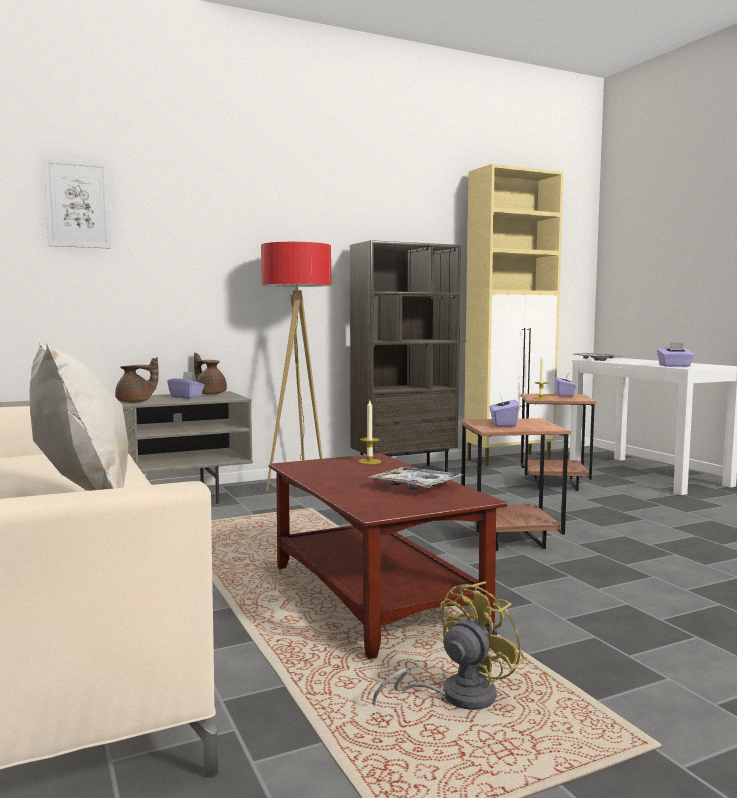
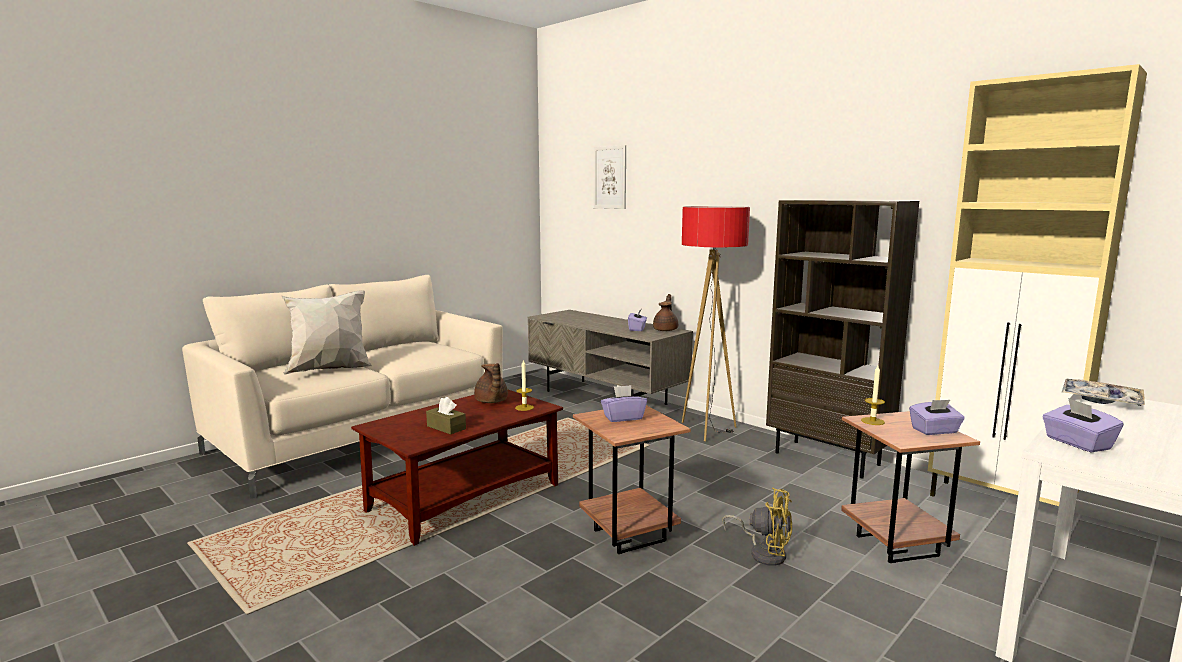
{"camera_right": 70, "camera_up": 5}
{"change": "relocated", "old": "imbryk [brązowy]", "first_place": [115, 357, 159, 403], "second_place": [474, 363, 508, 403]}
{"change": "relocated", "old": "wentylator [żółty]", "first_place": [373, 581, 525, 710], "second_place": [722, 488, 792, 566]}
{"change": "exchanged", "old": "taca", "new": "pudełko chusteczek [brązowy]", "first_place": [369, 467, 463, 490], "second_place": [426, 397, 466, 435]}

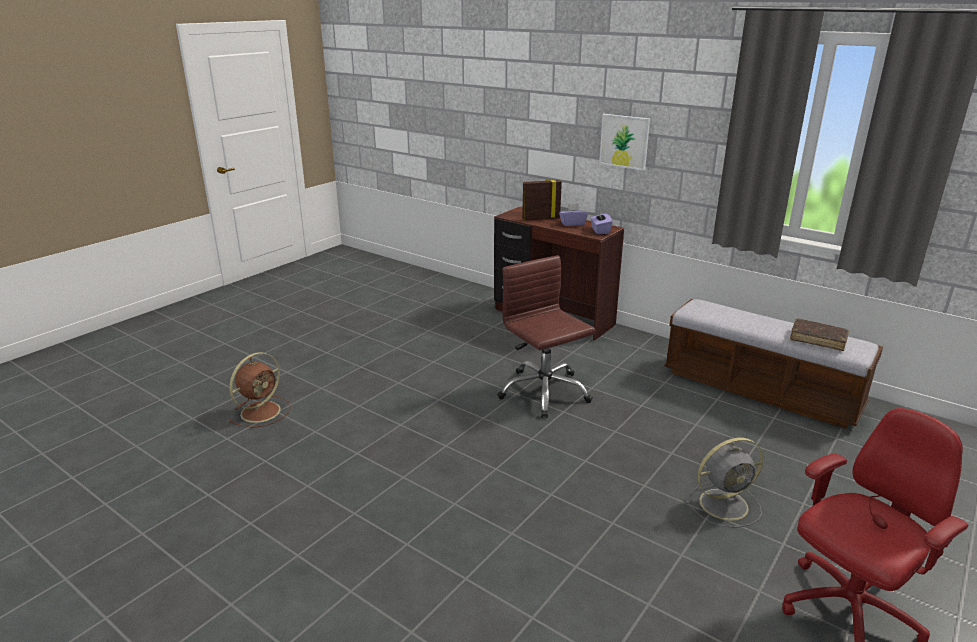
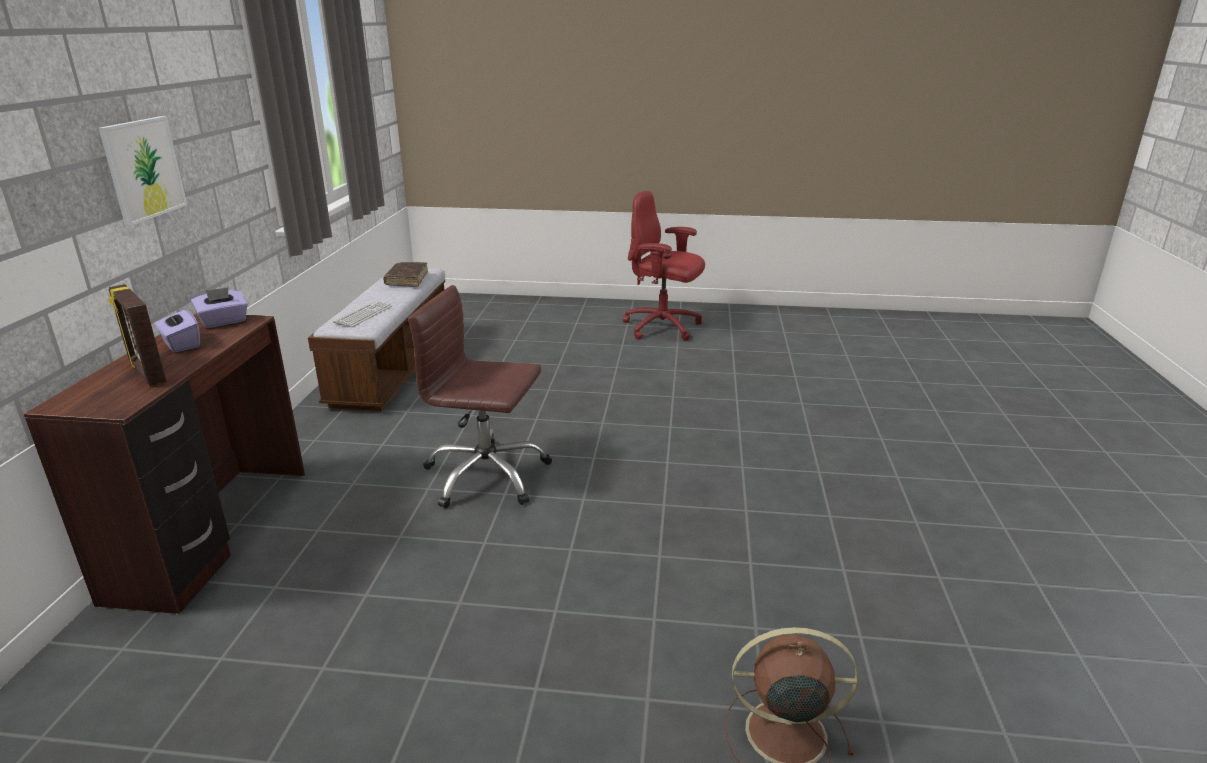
{"camera_right": -120, "camera_up": 0}
{"change": "missing", "old": "wentylator [szary]", "first_place": [685, 438, 763, 528]}
{"change": "appeared", "new": "klawiatura", "second_place": [333, 300, 392, 327]}
{"change": "spun", "old": "krzesło biurowe [brązowy]", "first_place": [497, 255, 596, 418], "second_place": [408, 285, 552, 508], "degrees": 75}

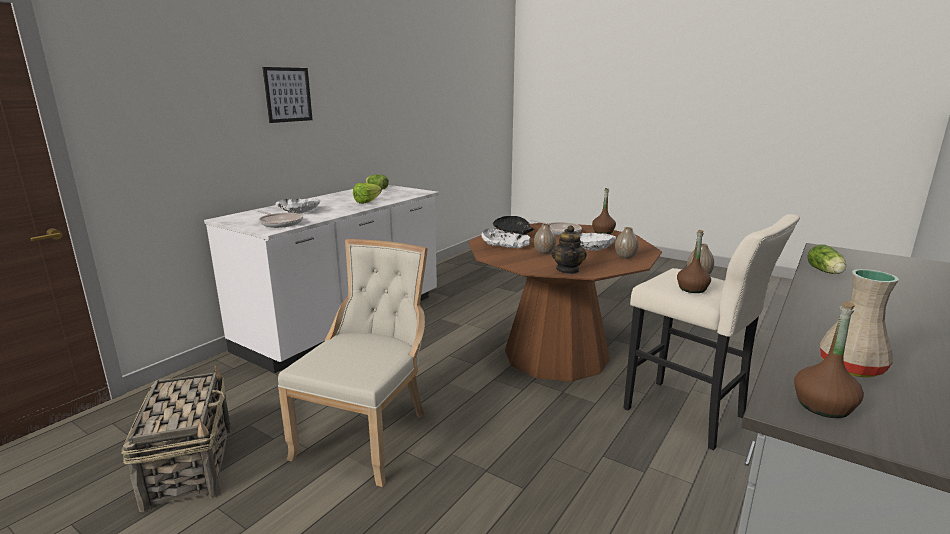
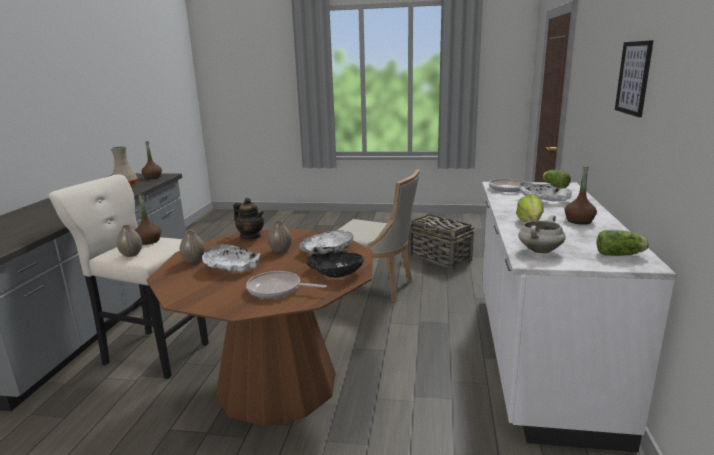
{"camera_right": 155, "camera_up": 0}
{"change": "appeared", "new": "garnek [biały]", "second_place": [518, 215, 566, 253]}
{"change": "relocated", "old": "butelka [brązowy]", "first_place": [592, 188, 616, 234], "second_place": [565, 165, 597, 225]}
{"change": "relocated", "old": "sałata", "first_place": [807, 244, 846, 274], "second_place": [543, 170, 571, 188]}
{"change": "spun", "old": "krzesło [beżowy]", "first_place": [278, 239, 428, 487], "second_place": [336, 169, 420, 302], "degrees": -60}
{"change": "spun", "old": "imbryk", "first_place": [551, 225, 587, 274], "second_place": [233, 198, 264, 239], "degrees": 150}

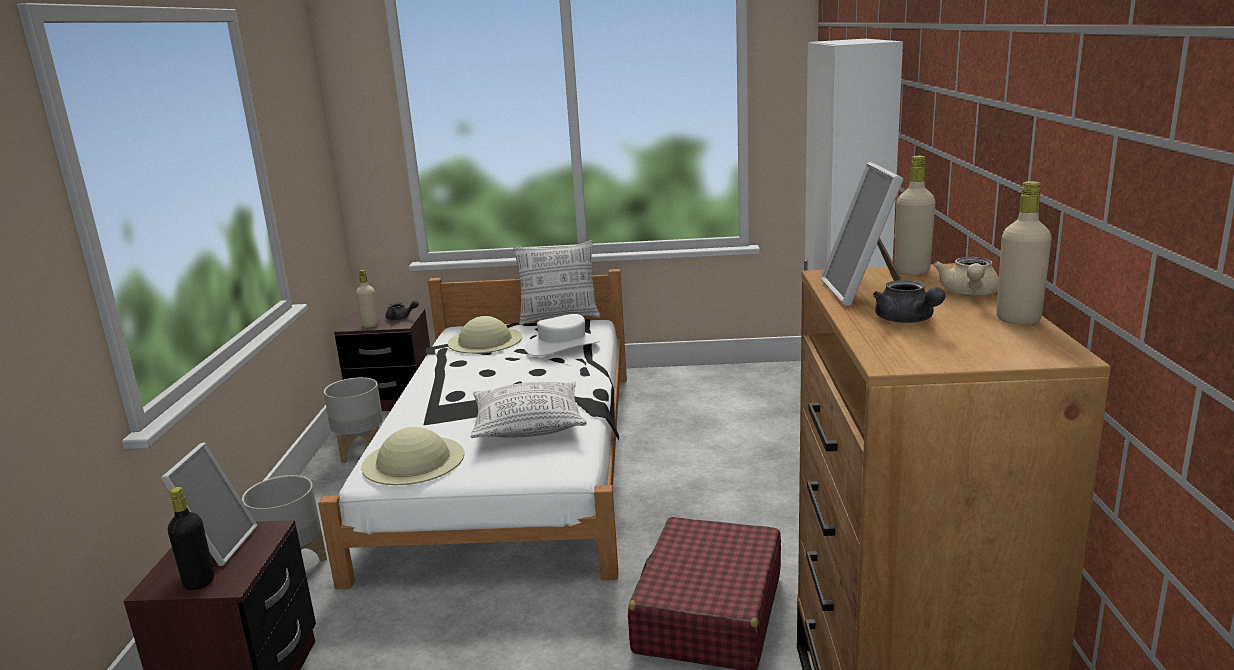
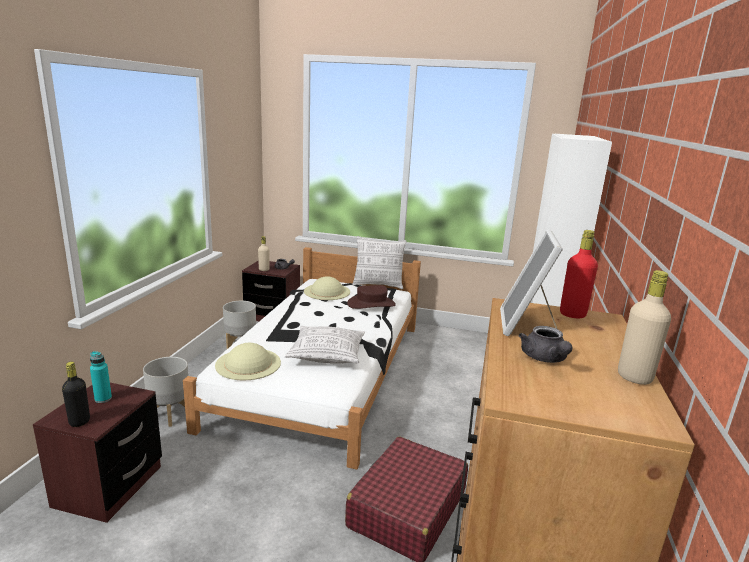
{"camera_right": 10, "camera_up": 0}
{"change": "missing", "old": "imbryk [beżowy]", "first_place": [933, 257, 999, 296]}
{"change": "exchanged", "old": "ramka na zdjęcie", "new": "butelka [turkusowy]", "first_place": [161, 442, 258, 566], "second_place": [90, 351, 112, 403]}
{"change": "colour", "old": "kapelusz [biały]", "new": "kapelusz [brązowy]", "first_place": [525, 314, 600, 356], "second_place": [347, 285, 396, 309]}
{"change": "colour", "old": "butelka [beżowy]", "new": "butelka [czerwony]", "first_place": [895, 156, 935, 275], "second_place": [560, 230, 598, 318]}

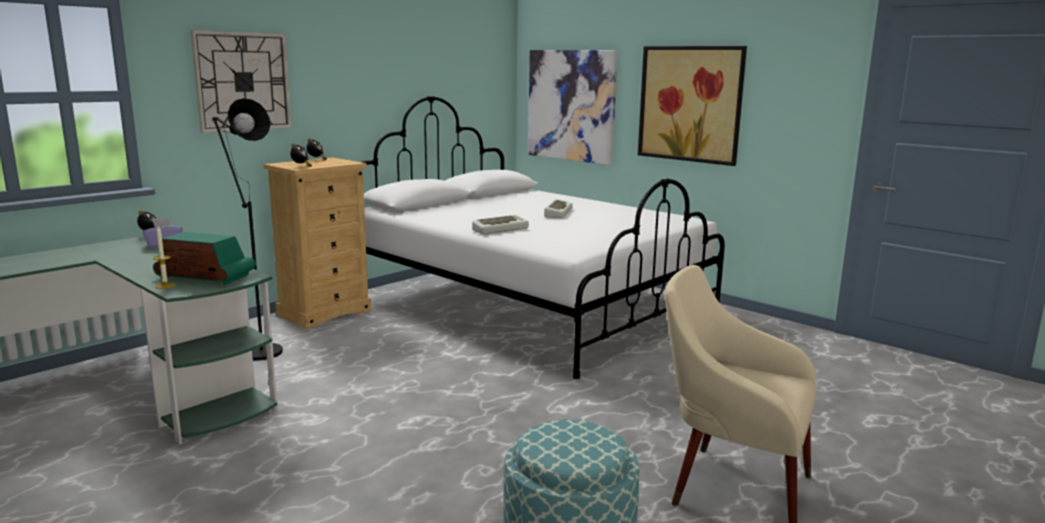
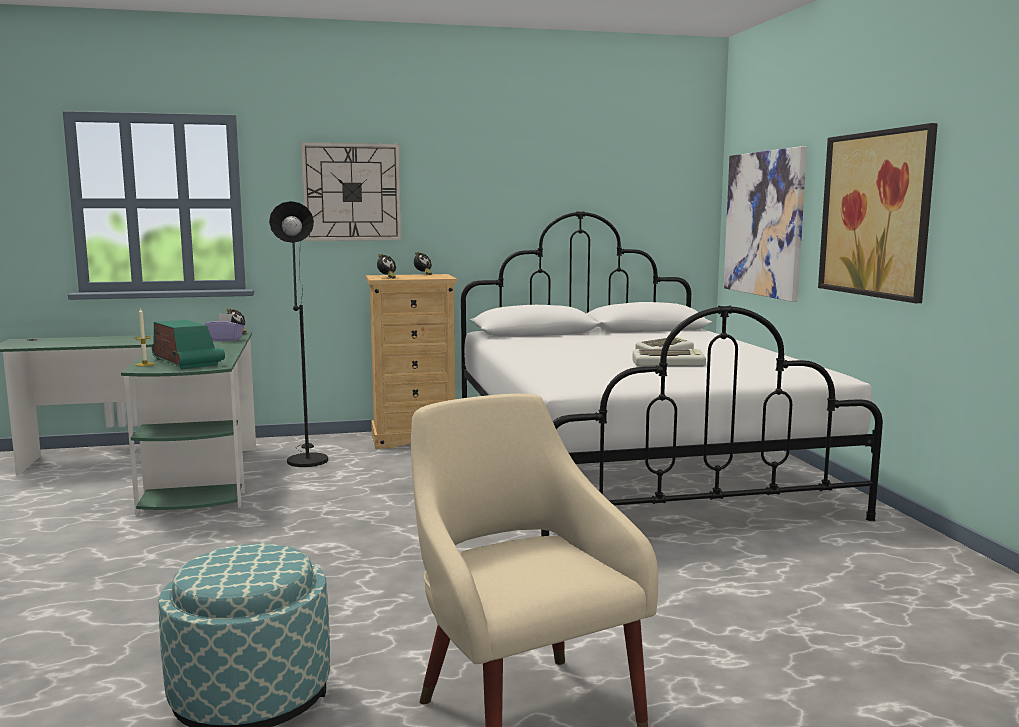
{"camera_right": 35, "camera_up": -5}
{"change": "relocated", "old": "klawiatura", "first_place": [472, 215, 529, 235], "second_place": [632, 349, 706, 367]}

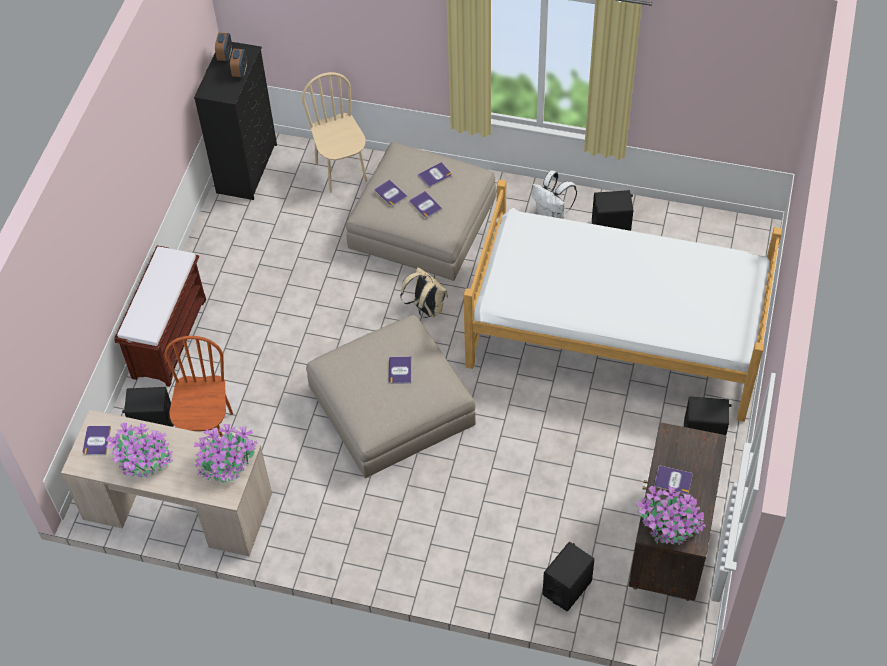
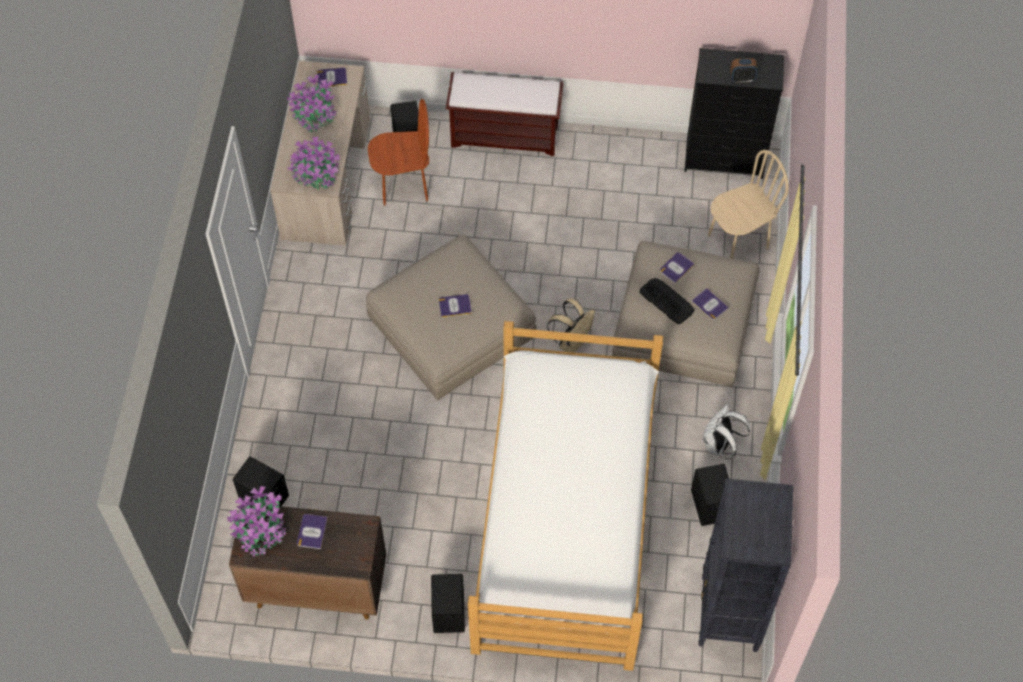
{"camera_right": 80, "camera_up": 5}
{"change": "missing", "old": "budzik", "first_place": [215, 33, 232, 61]}
{"change": "appeared", "new": "regał [czarny]", "second_place": [698, 478, 793, 652]}
{"change": "exchanged", "old": "książka", "new": "klawiatura", "first_place": [410, 191, 442, 218], "second_place": [640, 278, 695, 324]}

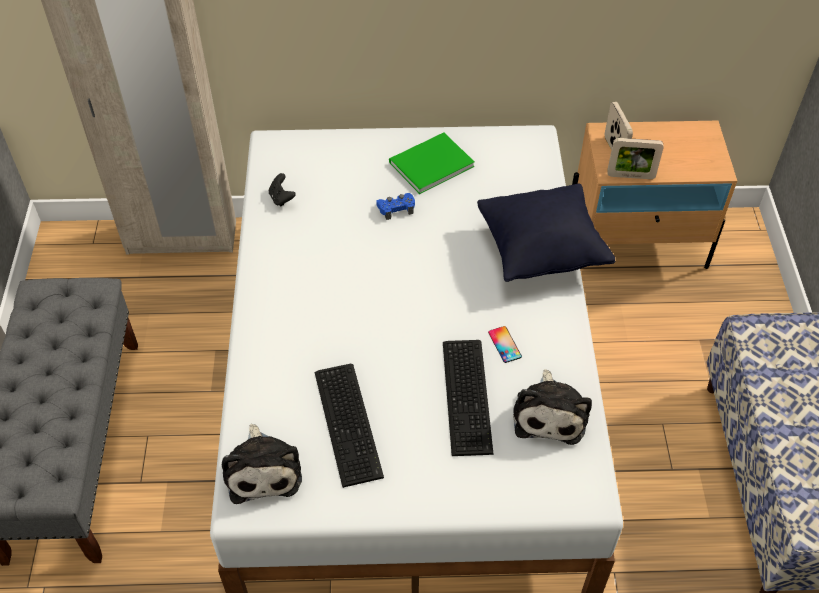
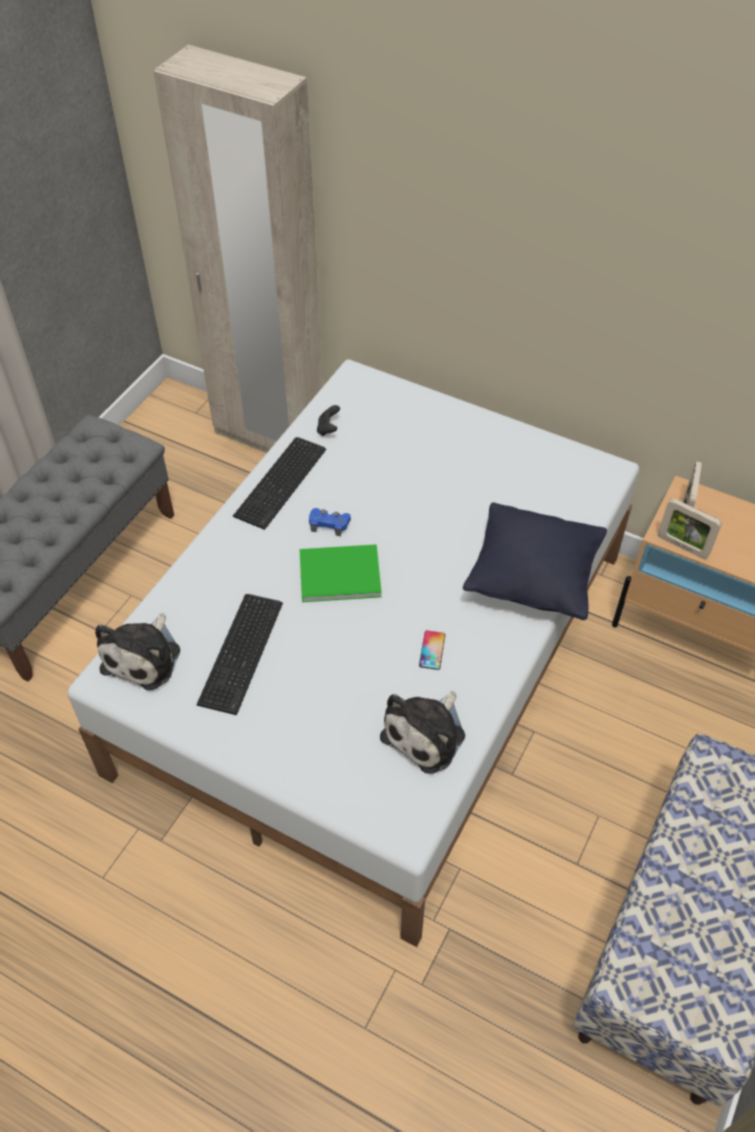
{"camera_right": 30, "camera_up": 0}
{"change": "relocated", "old": "pad do gier [niebieski]", "first_place": [376, 193, 415, 220], "second_place": [309, 508, 351, 536]}
{"change": "relocated", "old": "książka [zielony]", "first_place": [389, 133, 474, 194], "second_place": [300, 544, 382, 602]}
{"change": "relocated", "old": "klawiatura", "first_place": [443, 340, 493, 456], "second_place": [233, 437, 326, 530]}

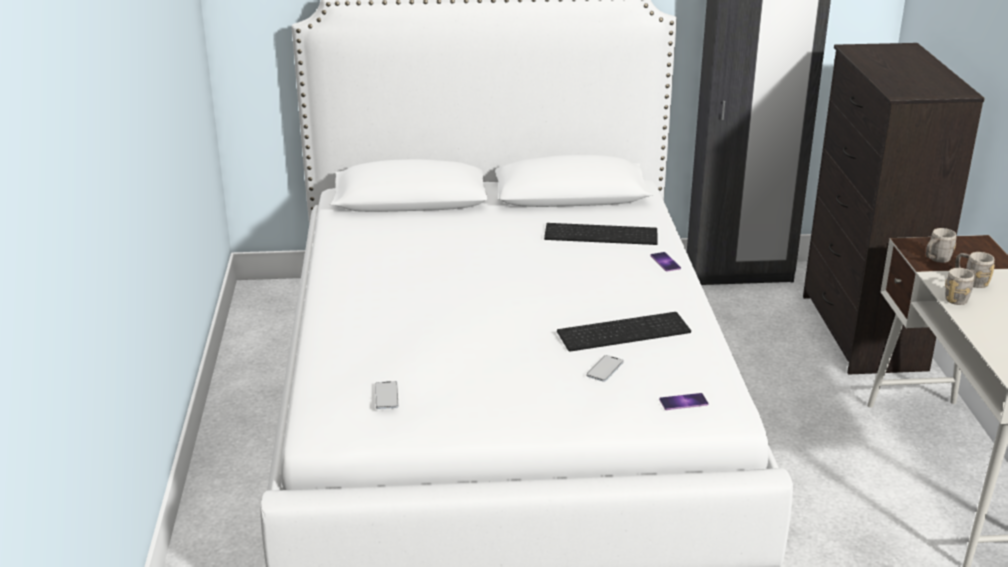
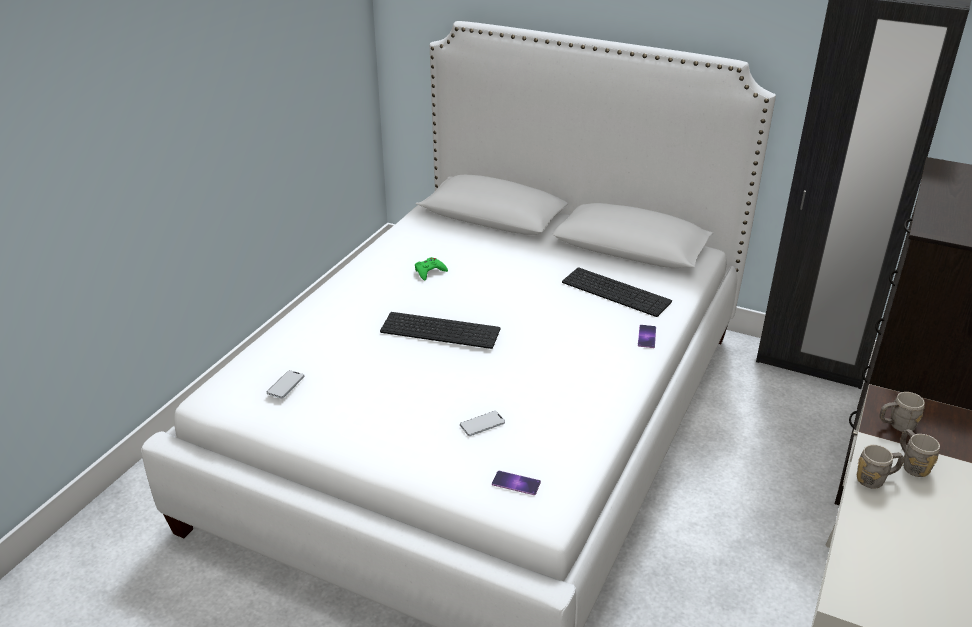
{"camera_right": 30, "camera_up": 5}
{"change": "appeared", "new": "pad do gier [zielony]", "second_place": [415, 257, 448, 281]}
{"change": "relocated", "old": "klawiatura", "first_place": [557, 312, 691, 352], "second_place": [380, 312, 500, 349]}

